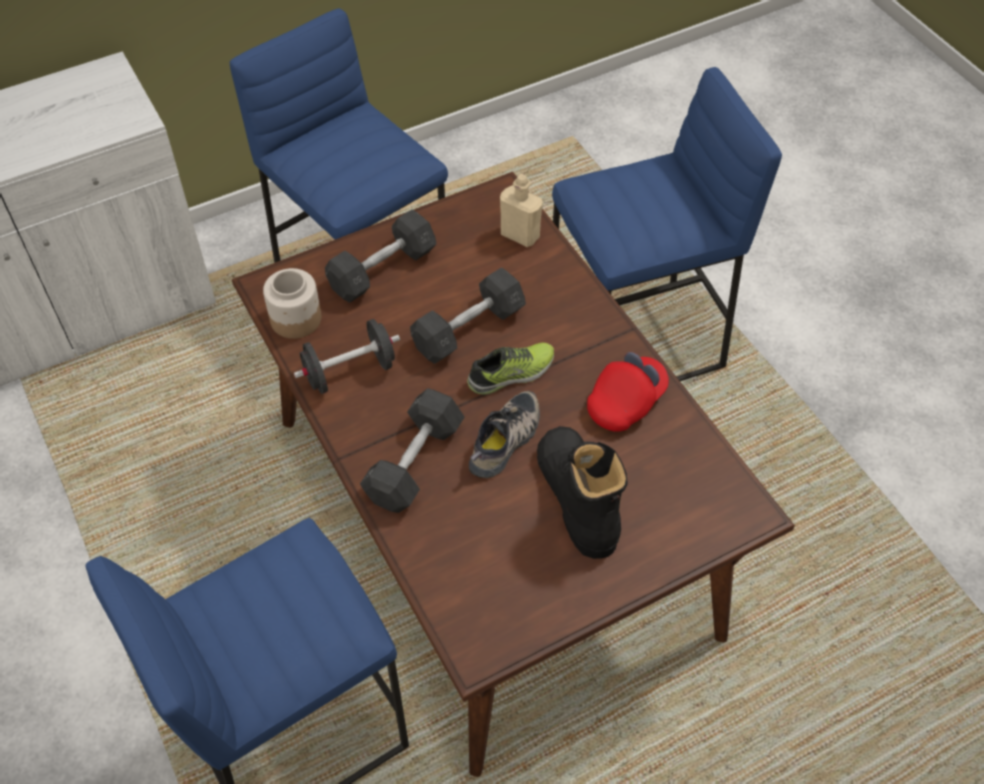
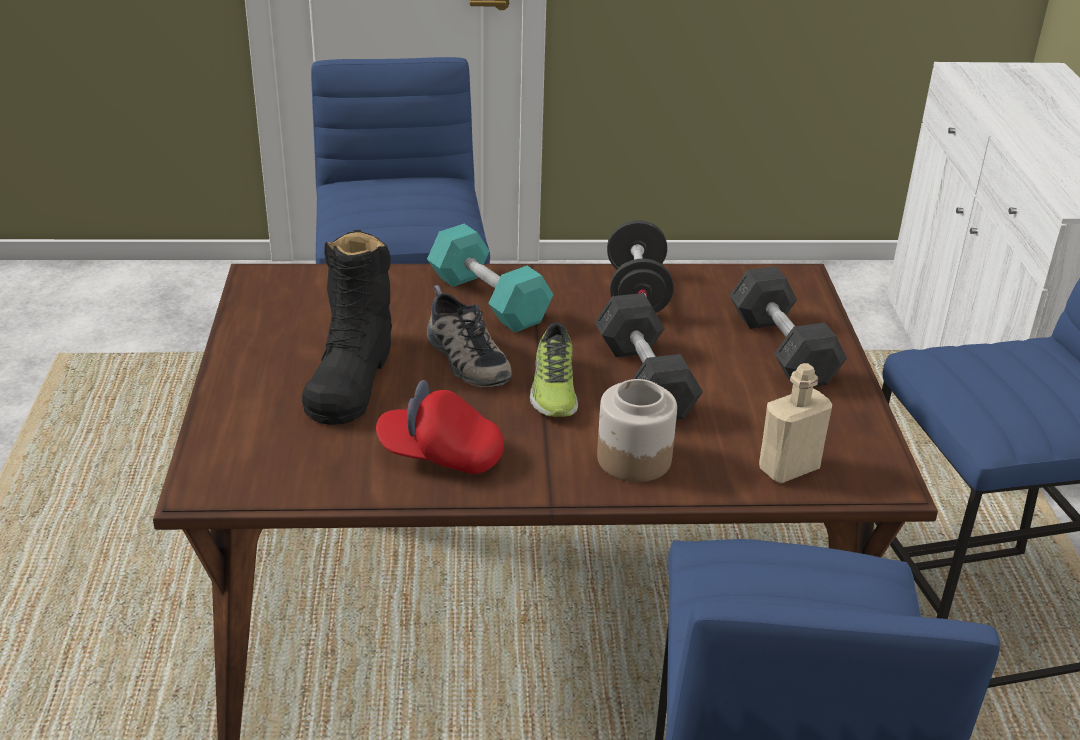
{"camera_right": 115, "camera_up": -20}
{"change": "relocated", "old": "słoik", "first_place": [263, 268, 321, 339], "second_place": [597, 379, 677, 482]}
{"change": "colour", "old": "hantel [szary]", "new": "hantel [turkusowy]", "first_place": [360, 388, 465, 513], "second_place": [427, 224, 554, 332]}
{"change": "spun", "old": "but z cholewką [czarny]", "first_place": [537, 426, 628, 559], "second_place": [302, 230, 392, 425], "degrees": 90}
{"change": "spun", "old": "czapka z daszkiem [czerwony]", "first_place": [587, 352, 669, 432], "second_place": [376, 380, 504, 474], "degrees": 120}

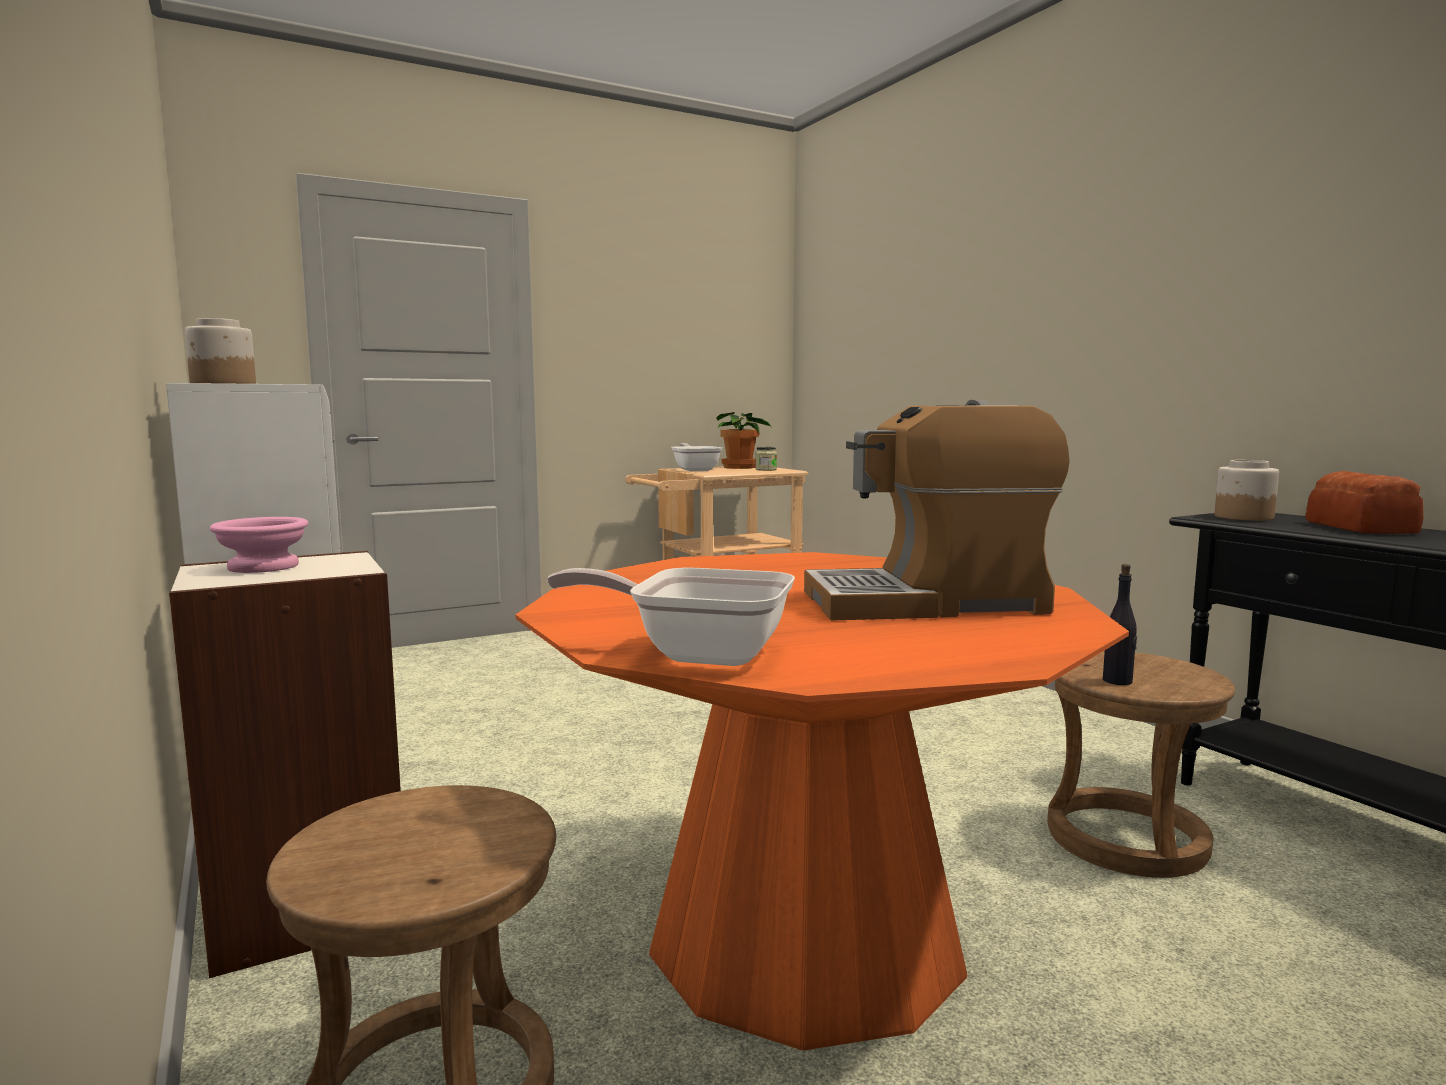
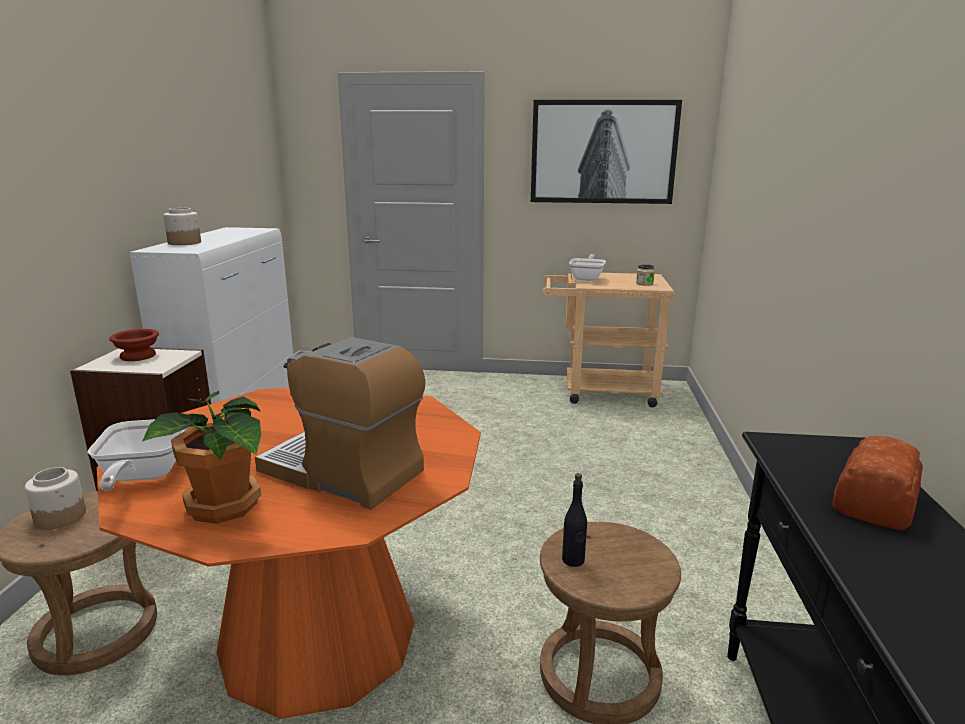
{"camera_right": 35, "camera_up": 10}
{"change": "appeared", "new": "obraz", "second_place": [531, 100, 682, 204]}
{"change": "relocated", "old": "roślina doniczkowa", "first_place": [716, 412, 773, 469], "second_place": [142, 391, 261, 524]}
{"change": "relocated", "old": "słoik", "first_place": [1215, 460, 1279, 521], "second_place": [25, 467, 86, 529]}
{"change": "colour", "old": "miska [różowy]", "new": "miska [brązowy]", "first_place": [210, 517, 308, 573], "second_place": [109, 329, 159, 361]}
{"change": "spun", "old": "patelnia", "first_place": [547, 568, 795, 666], "second_place": [88, 419, 187, 491], "degrees": -150}

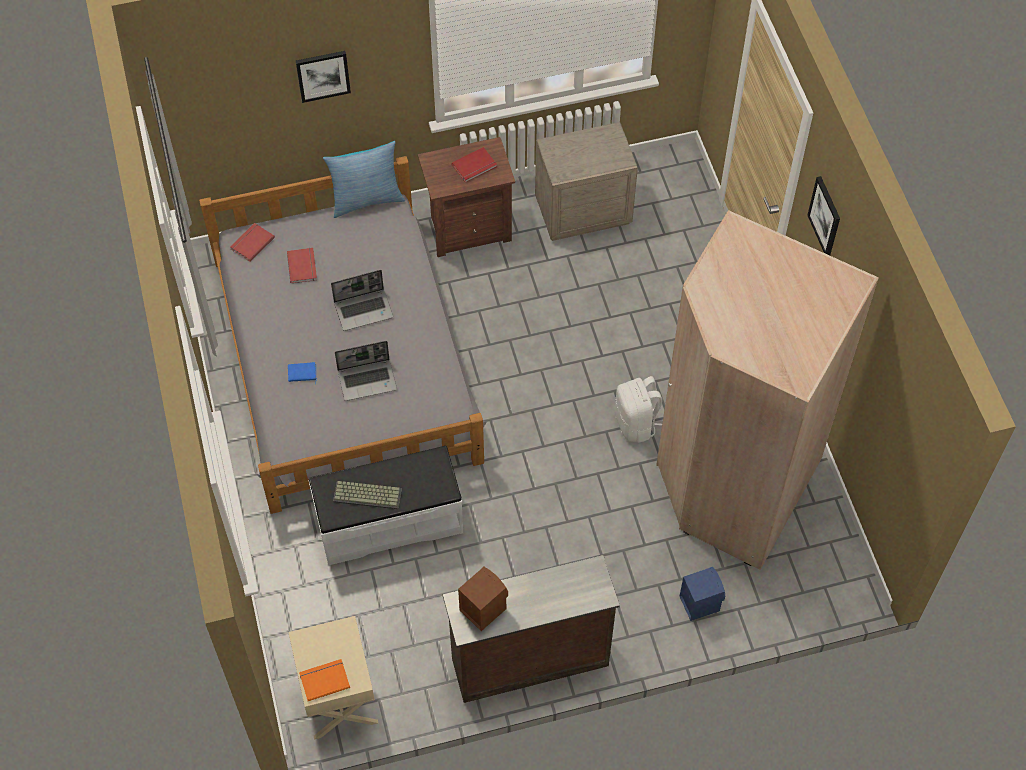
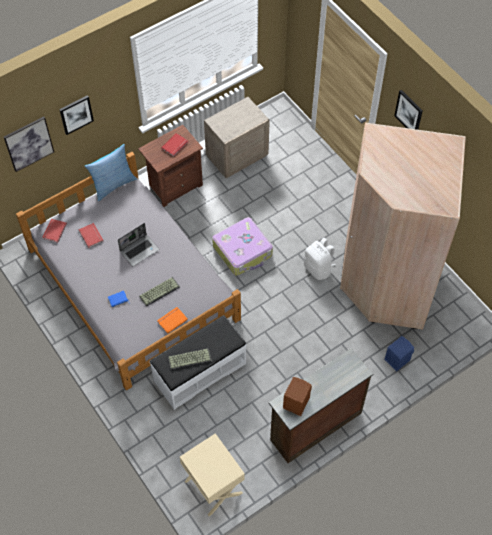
{"camera_right": -20, "camera_up": 0}
{"change": "appeared", "new": "obraz", "second_place": [4, 117, 54, 172]}
{"change": "appeared", "new": "walizka", "second_place": [212, 217, 273, 276]}
{"change": "relocated", "old": "książka [pomarańczowy]", "first_place": [299, 659, 350, 701], "second_place": [157, 307, 188, 333]}
{"change": "exchanged", "old": "laptop", "new": "klawiatura", "first_place": [335, 341, 397, 401], "second_place": [139, 277, 180, 307]}

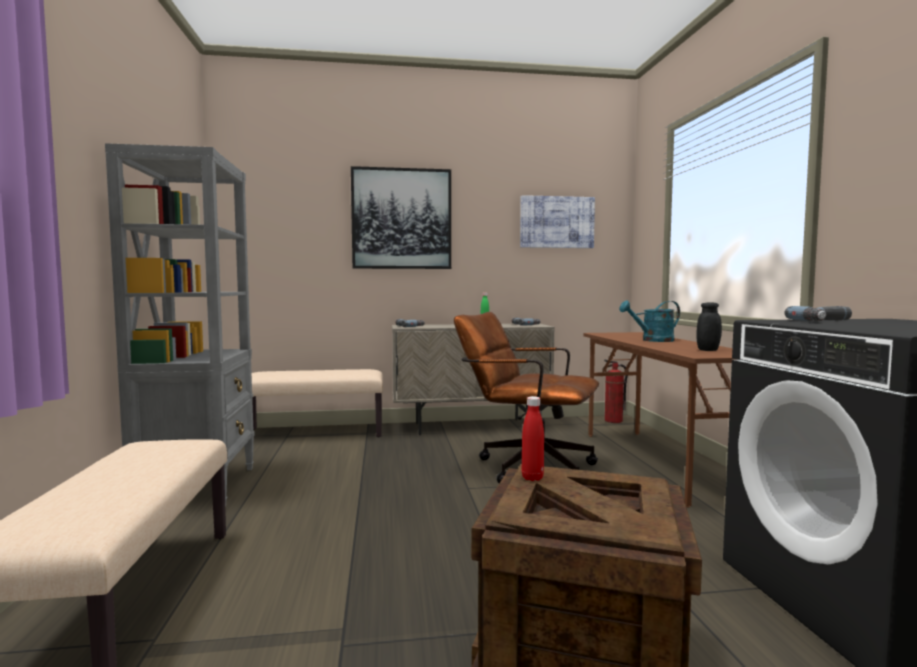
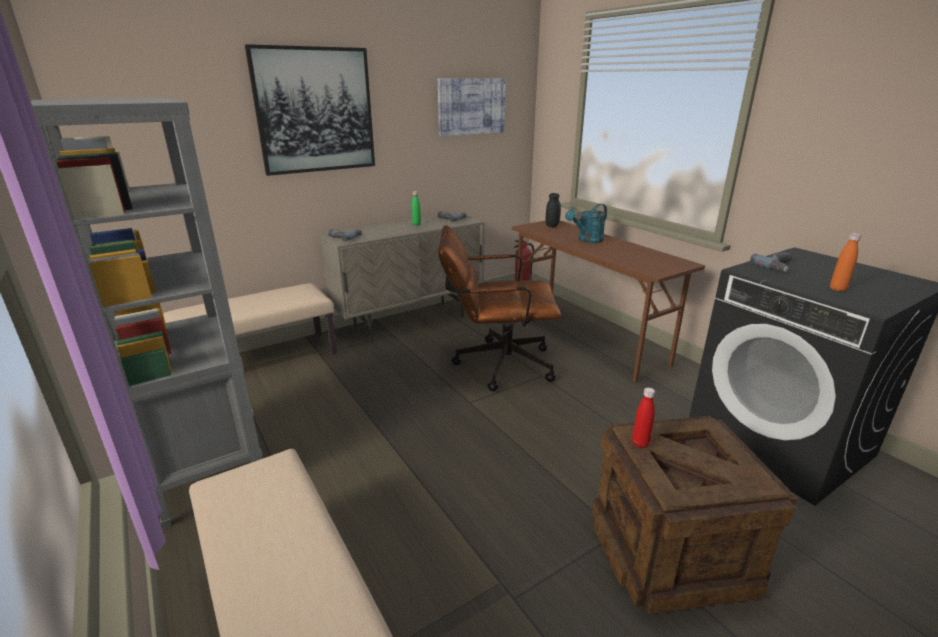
{"camera_right": -25, "camera_up": 20}
{"change": "appeared", "new": "butelka [pomarańczowy]", "second_place": [830, 233, 861, 291]}
{"change": "relocated", "old": "słoik [czarny]", "first_place": [696, 303, 722, 351], "second_place": [546, 193, 561, 227]}

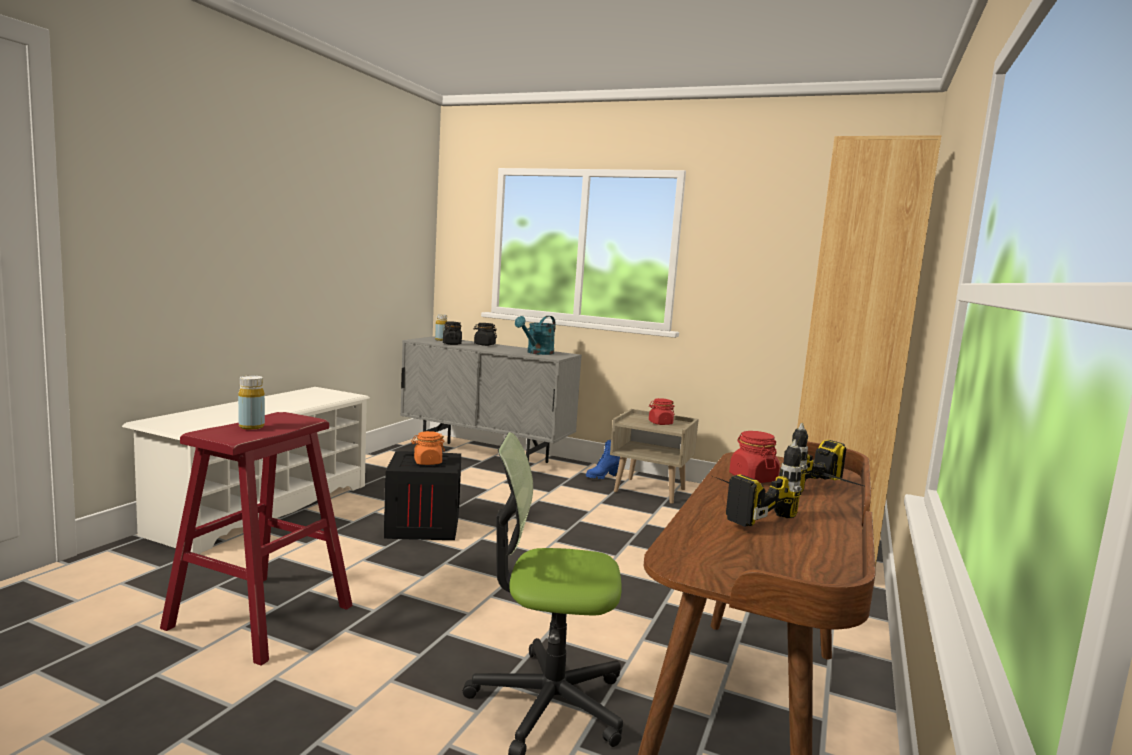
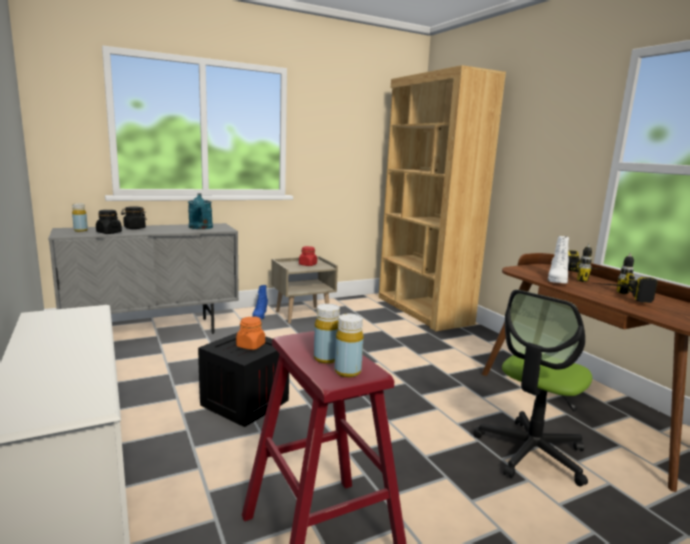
{"camera_right": -50, "camera_up": 5}
{"change": "appeared", "new": "butelka [żółty]", "second_place": [335, 313, 364, 378]}
{"change": "exchanged", "old": "słoik [czerwony]", "new": "but z cholewką [biały]", "first_place": [729, 431, 780, 483], "second_place": [548, 236, 569, 284]}

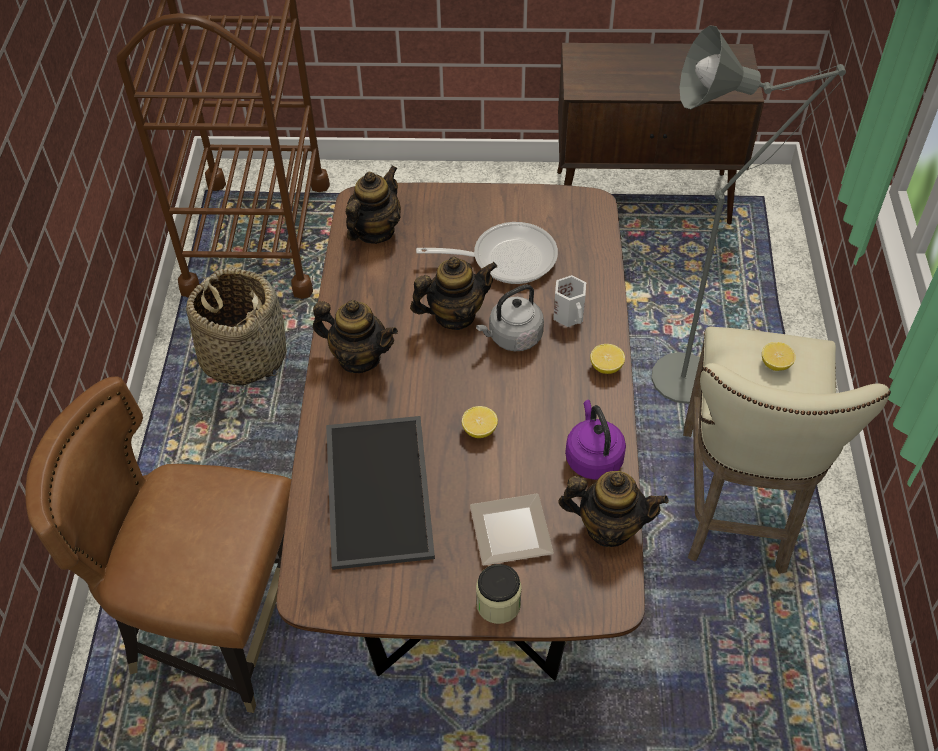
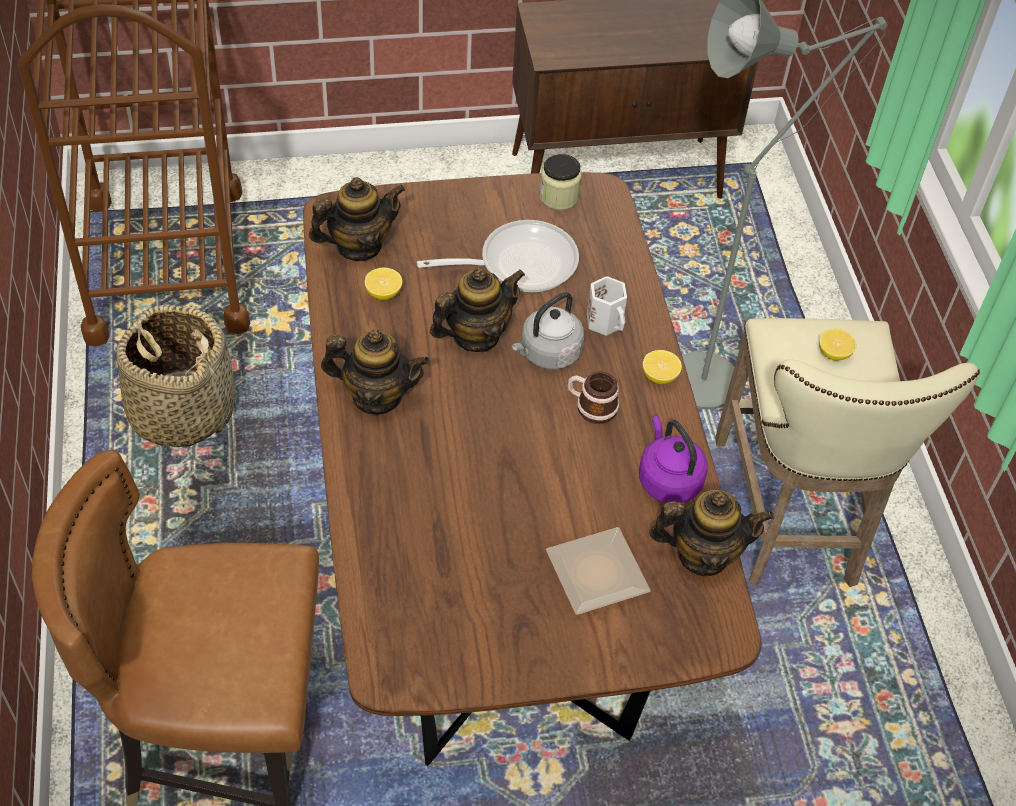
{"camera_right": -15, "camera_up": 0}
{"change": "missing", "old": "taca", "first_place": [326, 416, 435, 570]}
{"change": "appeared", "new": "kubek", "second_place": [567, 372, 619, 424]}
{"change": "relocated", "old": "cytryna", "first_place": [462, 406, 498, 438], "second_place": [365, 268, 402, 300]}
{"change": "relocated", "old": "słoik", "first_place": [476, 564, 522, 624], "second_place": [540, 154, 581, 210]}
{"change": "spun", "old": "imbryk", "first_place": [346, 166, 401, 244], "second_place": [309, 177, 405, 261], "degrees": 45}

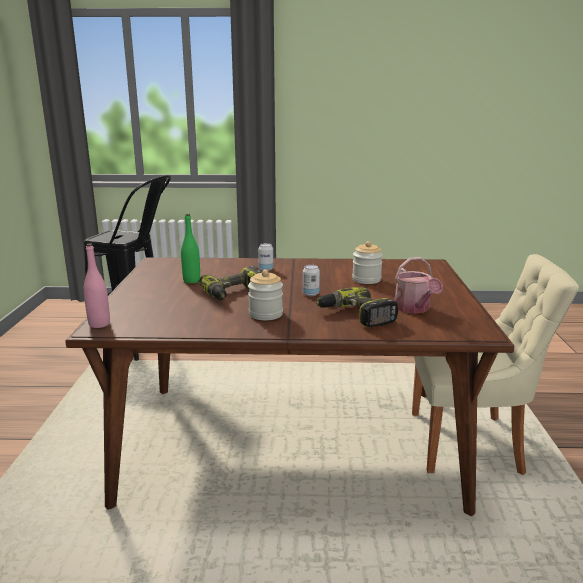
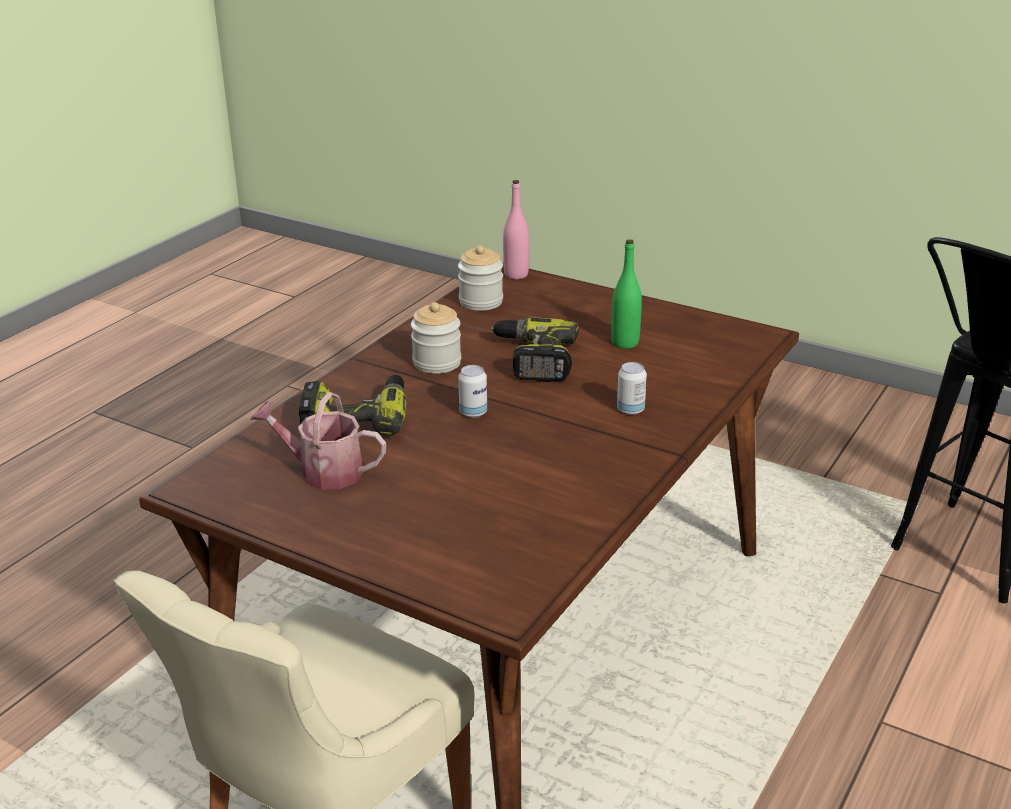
{"camera_right": 120, "camera_up": 10}
{"change": "relocated", "old": "słoik", "first_place": [352, 241, 383, 284], "second_place": [458, 245, 503, 311]}

